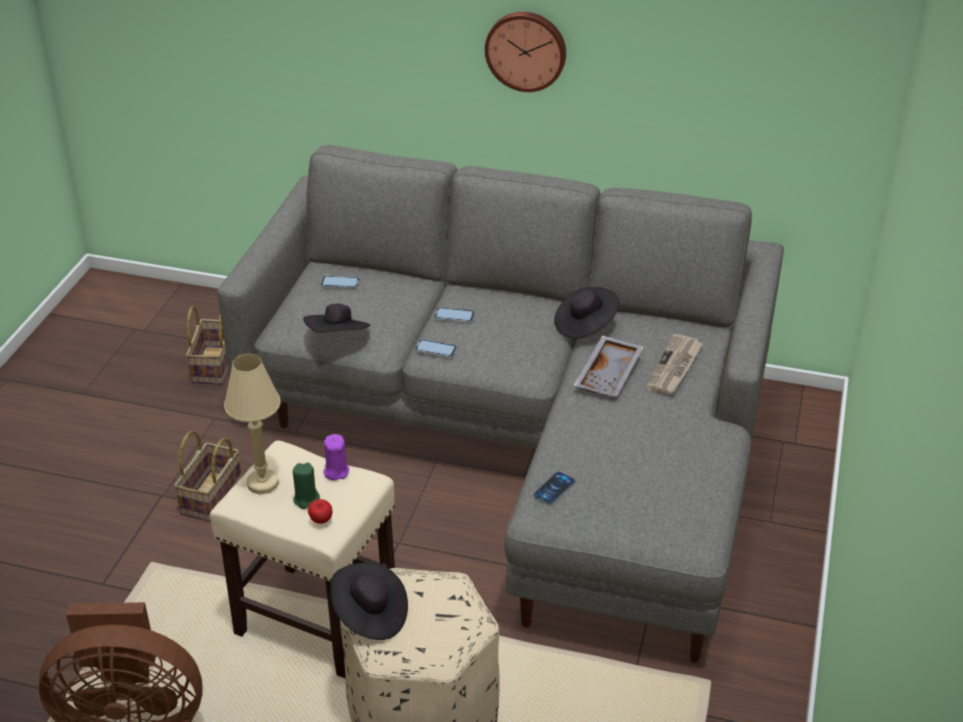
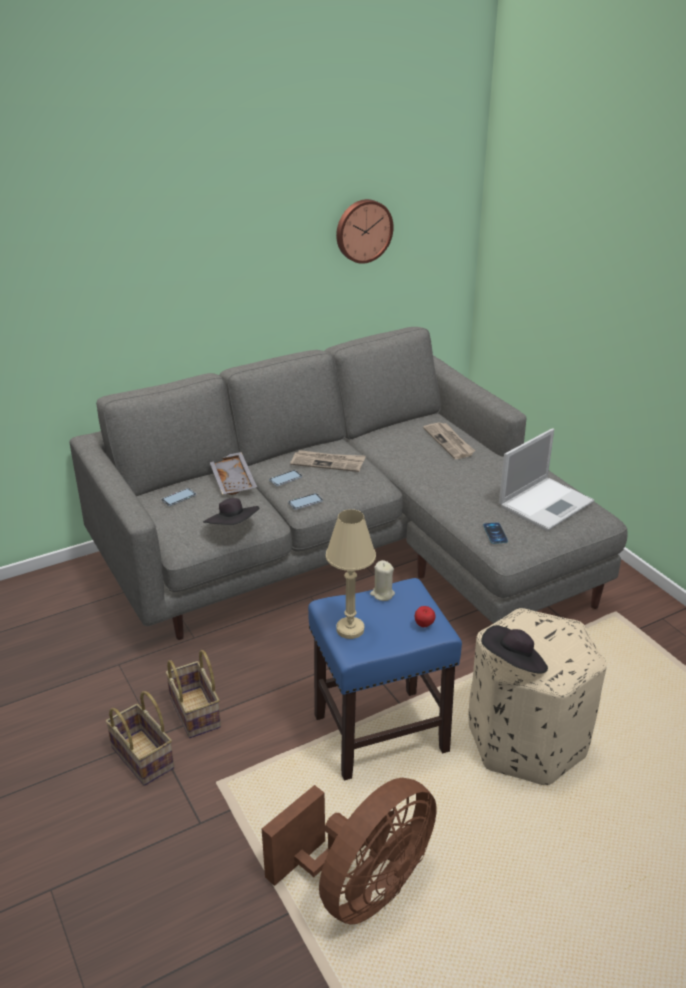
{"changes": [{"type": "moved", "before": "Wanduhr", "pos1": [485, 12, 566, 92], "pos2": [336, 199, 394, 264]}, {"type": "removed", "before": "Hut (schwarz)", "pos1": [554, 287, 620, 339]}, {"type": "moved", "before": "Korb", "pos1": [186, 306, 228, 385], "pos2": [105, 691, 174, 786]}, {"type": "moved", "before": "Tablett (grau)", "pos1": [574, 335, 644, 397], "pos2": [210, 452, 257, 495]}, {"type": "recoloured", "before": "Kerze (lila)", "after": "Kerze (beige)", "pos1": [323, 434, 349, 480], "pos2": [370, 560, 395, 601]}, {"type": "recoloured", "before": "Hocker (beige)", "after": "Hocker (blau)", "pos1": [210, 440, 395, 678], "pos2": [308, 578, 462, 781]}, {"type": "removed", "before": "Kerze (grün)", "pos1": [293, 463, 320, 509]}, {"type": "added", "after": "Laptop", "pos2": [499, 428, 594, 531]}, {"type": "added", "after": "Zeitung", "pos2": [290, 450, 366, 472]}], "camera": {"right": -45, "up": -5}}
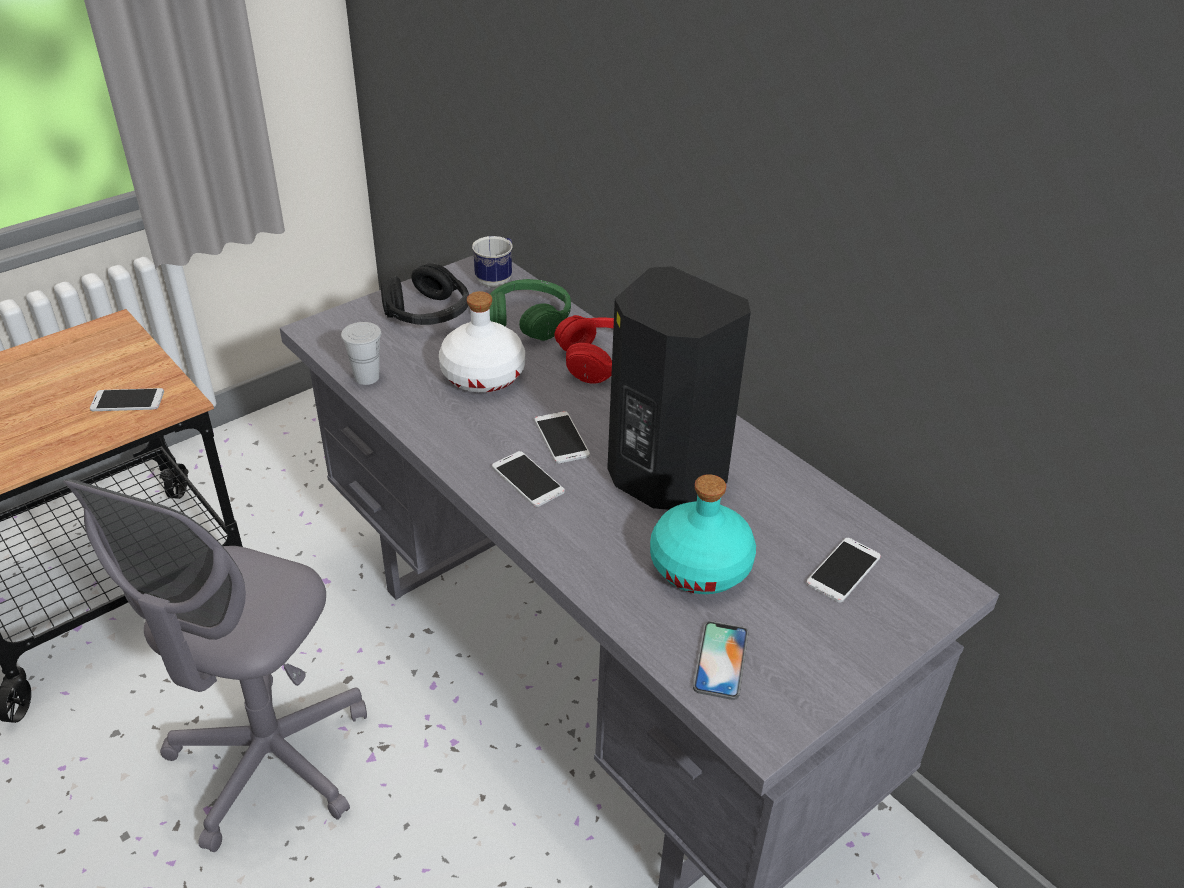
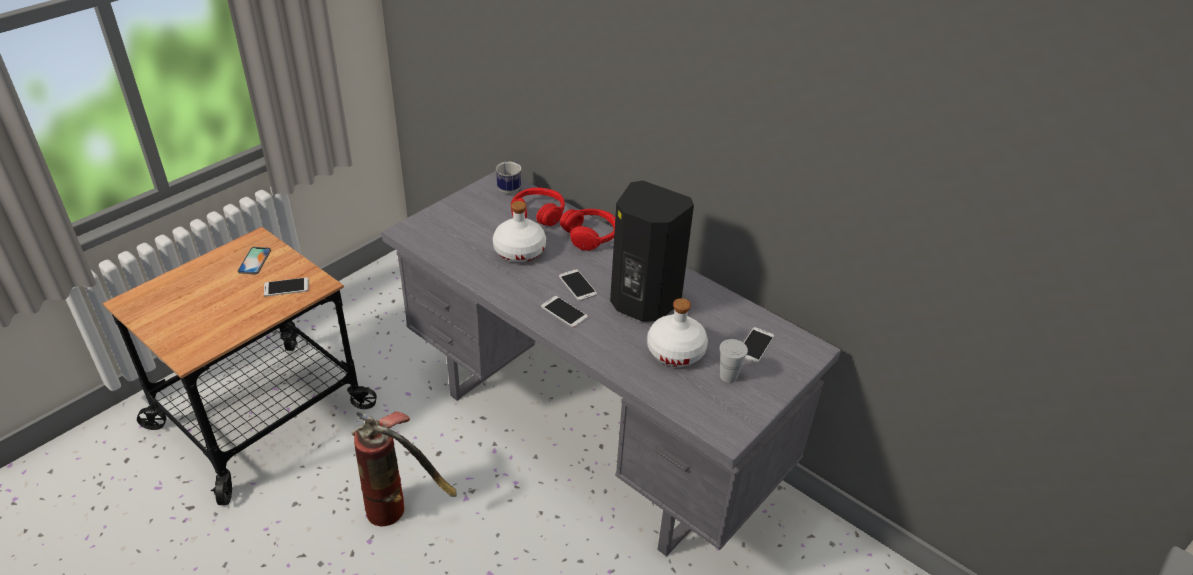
{"changes": [{"type": "removed", "before": "Kopfhörer (schwarz)", "pos1": [381, 263, 469, 325]}, {"type": "recoloured", "before": "Kopfhörer (grün)", "after": "Kopfhörer (rot)", "pos1": [490, 279, 571, 341], "pos2": [511, 188, 565, 226]}, {"type": "moved", "before": "Tasse (weiß)", "pos1": [341, 322, 381, 385], "pos2": [719, 339, 748, 383]}, {"type": "recoloured", "before": "Flasche (türkis)", "after": "Flasche (weiß)", "pos1": [650, 474, 756, 594], "pos2": [647, 298, 708, 367]}, {"type": "replaced", "before": "Bürostuhl (grau)", "after": "Feuerlöscher", "pos1": [63, 479, 367, 852], "pos2": [351, 411, 457, 527]}, {"type": "moved", "before": "Handy", "pos1": [693, 621, 749, 700], "pos2": [238, 247, 271, 274]}], "camera": {"right": -10, "up": 0}}
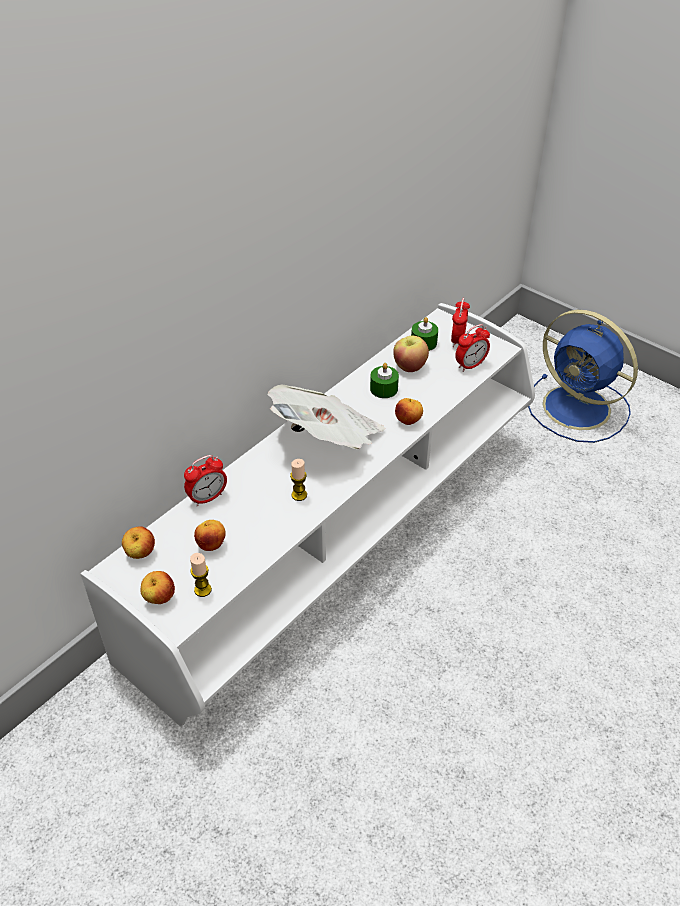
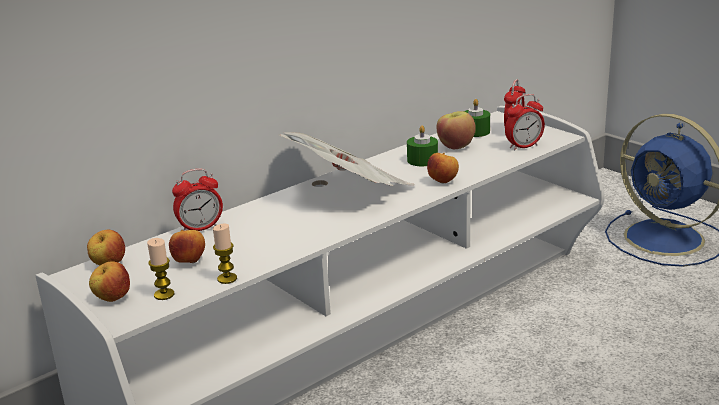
{"changes": [{"type": "moved", "before": "Kerze", "pos1": [290, 459, 307, 501], "pos2": [213, 224, 237, 284]}], "camera": {"right": 10, "up": -20}}
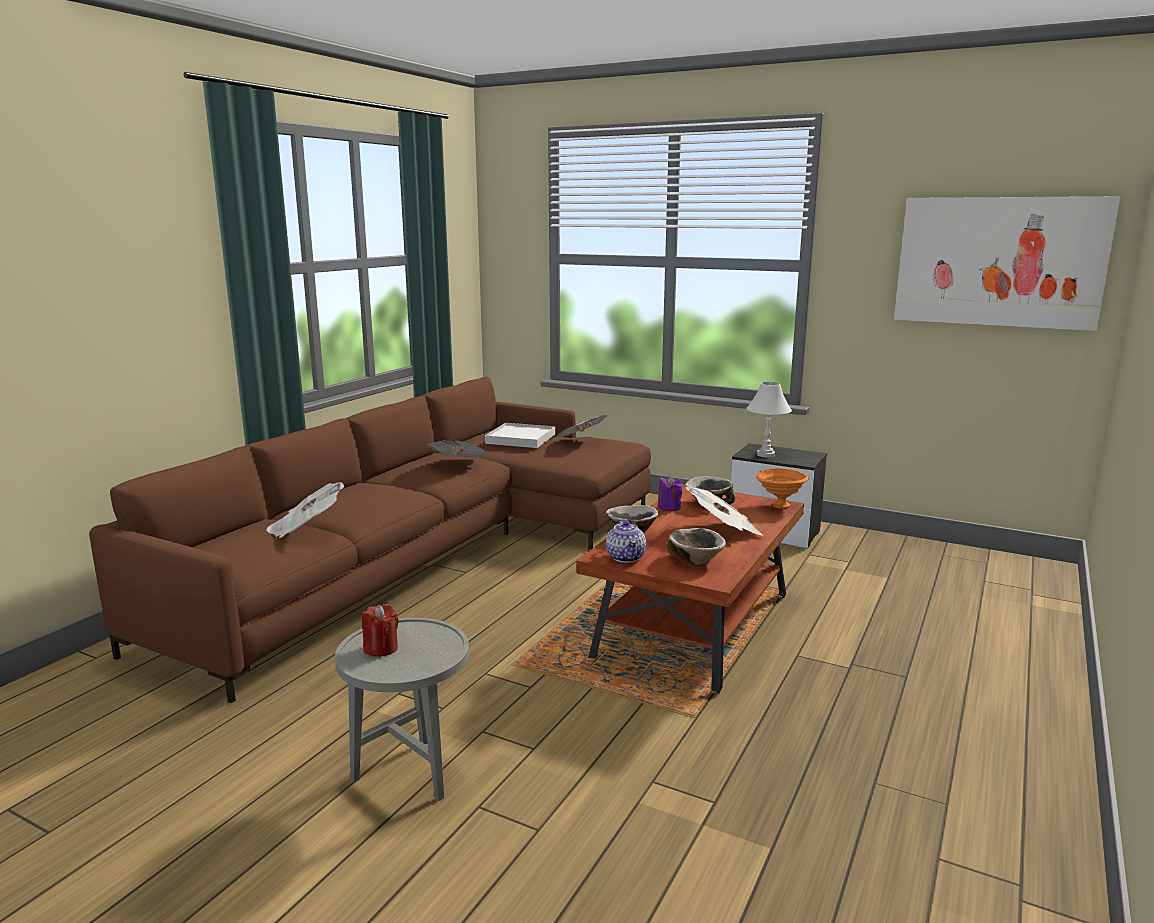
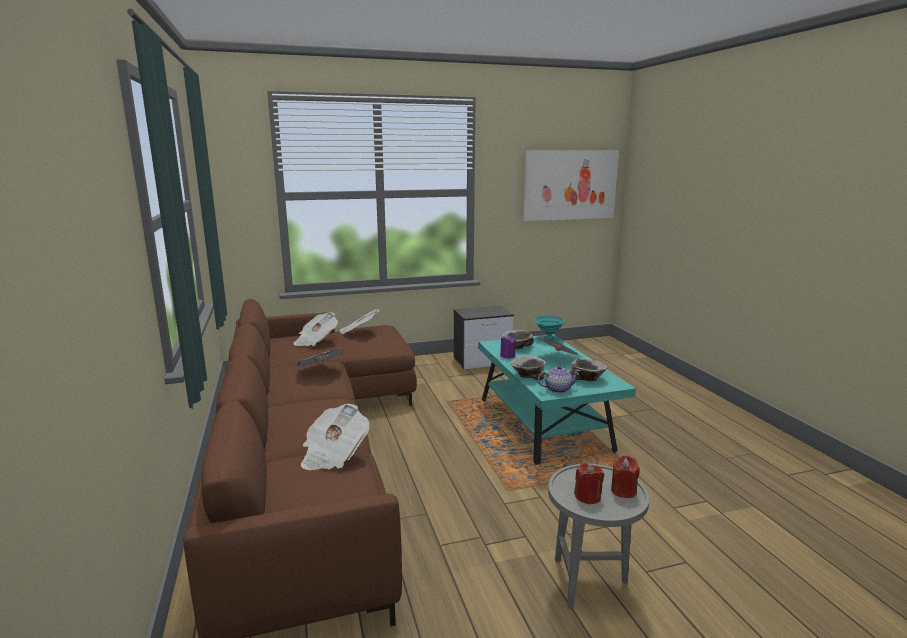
{"changes": [{"type": "removed", "before": "Tischlampe (weiß)", "pos1": [746, 382, 792, 458]}, {"type": "replaced", "before": "Tablett (weiß)", "after": "Zeitung", "pos1": [485, 423, 555, 448], "pos2": [293, 312, 338, 346]}, {"type": "recoloured", "before": "Schüssel (orange)", "after": "Schüssel (türkis)", "pos1": [756, 468, 809, 509], "pos2": [535, 316, 565, 340]}, {"type": "recoloured", "before": "Couchtisch (braun)", "after": "Couchtisch (türkis)", "pos1": [577, 484, 804, 694], "pos2": [478, 334, 636, 465]}, {"type": "turned", "before": "Teekanne", "pos1": [606, 519, 646, 563], "pos2": [538, 365, 580, 393], "turn": -45}, {"type": "added", "after": "Kerze (rot)", "pos2": [611, 456, 640, 498]}], "camera": {"right": -45, "up": 0}}
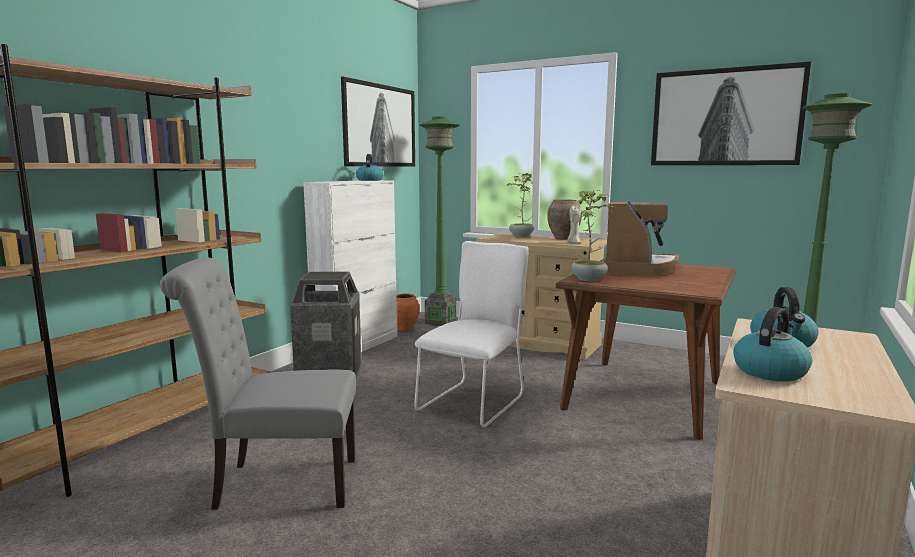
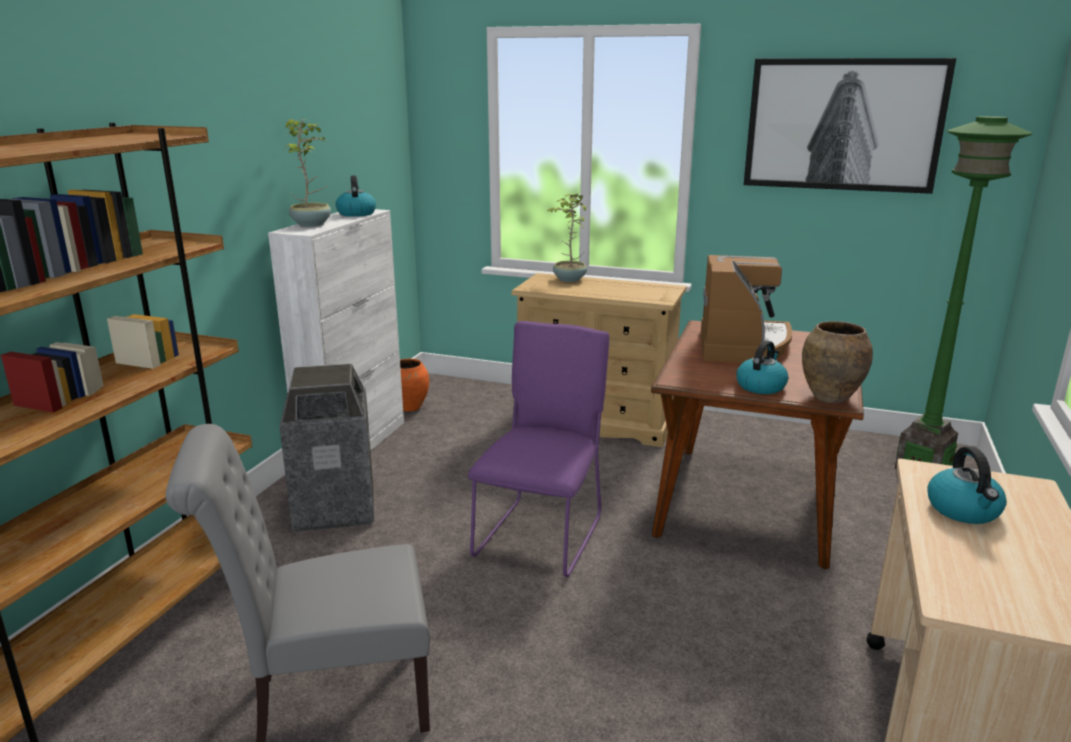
{"changes": [{"type": "removed", "before": "Bild", "pos1": [341, 77, 415, 166]}, {"type": "removed", "before": "Stehlampe (grün)", "pos1": [420, 116, 460, 326]}, {"type": "moved", "before": "Topfpflanze", "pos1": [571, 190, 617, 281], "pos2": [284, 119, 331, 227]}, {"type": "moved", "before": "Vase (braun)", "pos1": [547, 200, 582, 240], "pos2": [802, 321, 873, 404]}, {"type": "removed", "before": "Kerze (beige)", "pos1": [567, 206, 581, 243]}, {"type": "recoloured", "before": "Stuhl (weiß)", "after": "Stuhl (lila)", "pos1": [414, 241, 529, 427], "pos2": [468, 321, 609, 577]}, {"type": "moved", "before": "Wasserkessel", "pos1": [733, 307, 812, 381], "pos2": [736, 340, 788, 394]}], "camera": {"right": -10, "up": 10}}
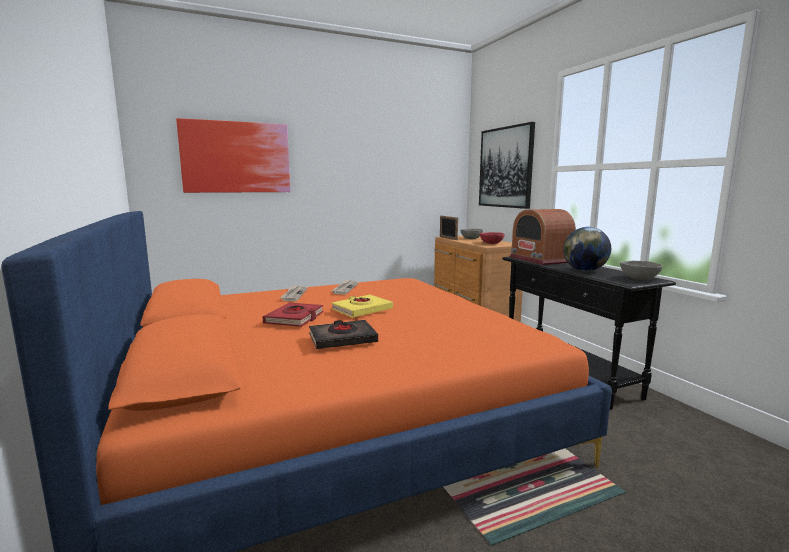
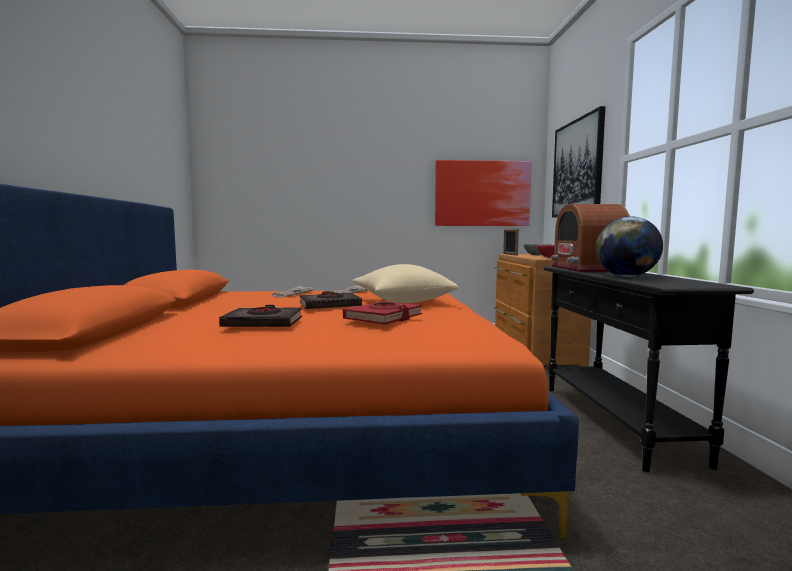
{"changes": [{"type": "moved", "before": "Bild", "pos1": [176, 118, 290, 193], "pos2": [435, 160, 532, 226]}, {"type": "removed", "before": "Schüssel (grau)", "pos1": [620, 260, 663, 280]}, {"type": "recoloured", "before": "Buch (gelb)", "after": "Buch (schwarz)", "pos1": [331, 295, 393, 318], "pos2": [300, 291, 362, 309]}, {"type": "moved", "before": "Buch (rot)", "pos1": [263, 303, 324, 327], "pos2": [343, 301, 423, 325]}, {"type": "added", "after": "Kissen (beige)", "pos2": [352, 264, 458, 303]}], "camera": {"right": 20, "up": -5}}
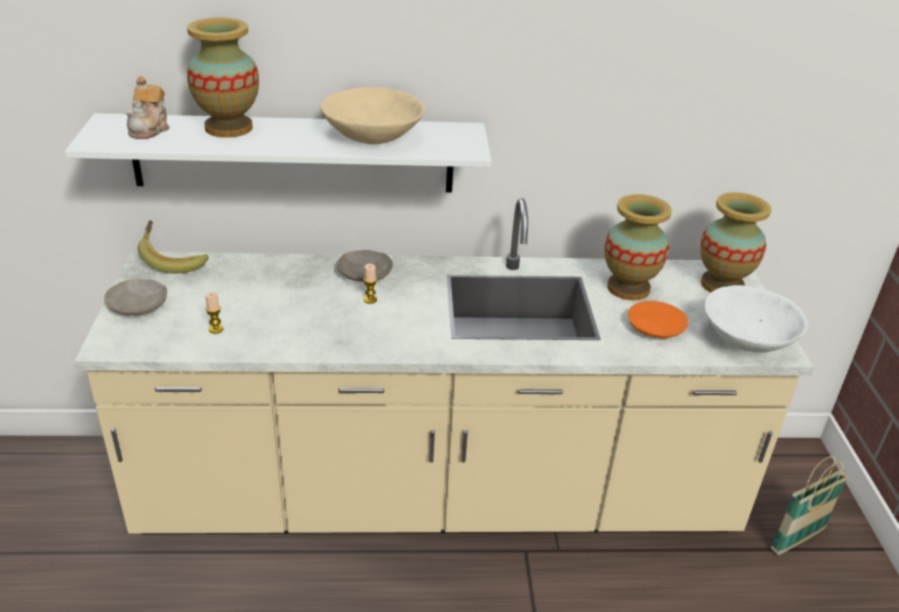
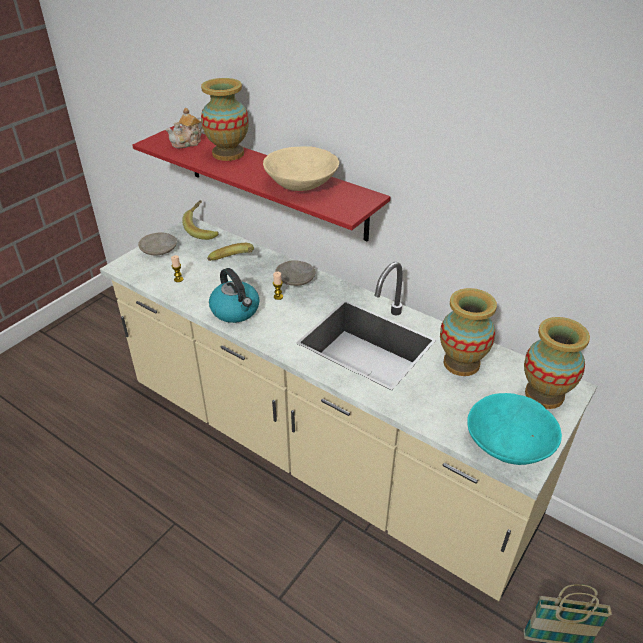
{"changes": [{"type": "recoloured", "before": "Wandregal (weiß)", "after": "Wandregal (rot)", "pos1": [65, 113, 491, 193], "pos2": [132, 126, 390, 242]}, {"type": "recoloured", "before": "Schüssel (weiß)", "after": "Schüssel (türkis)", "pos1": [704, 285, 808, 353], "pos2": [467, 393, 562, 465]}, {"type": "removed", "before": "Teller (orange)", "pos1": [628, 301, 688, 338]}, {"type": "added", "after": "Banane", "pos2": [207, 243, 254, 261]}, {"type": "added", "after": "Wasserkessel", "pos2": [209, 268, 260, 323]}], "camera": {"right": 40, "up": 5}}
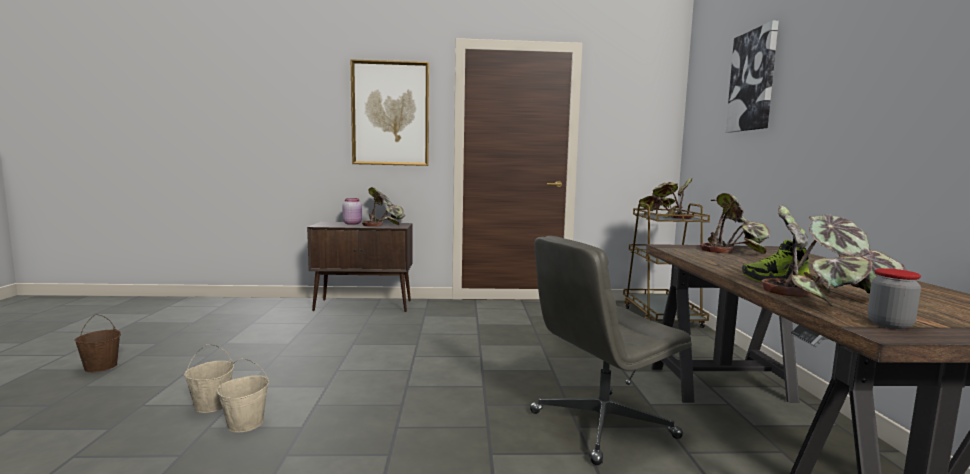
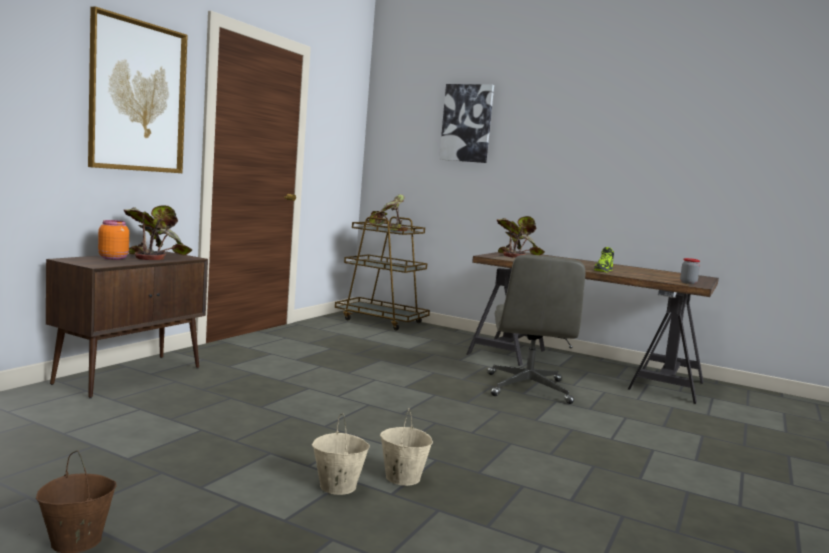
{"changes": [{"type": "recoloured", "before": "Vorratsglas (rosa)", "after": "Vorratsglas (orange)", "pos1": [342, 198, 362, 225], "pos2": [98, 220, 129, 260]}, {"type": "removed", "before": "Topfpflanze", "pos1": [761, 205, 907, 306]}], "camera": {"right": -60, "up": 0}}
